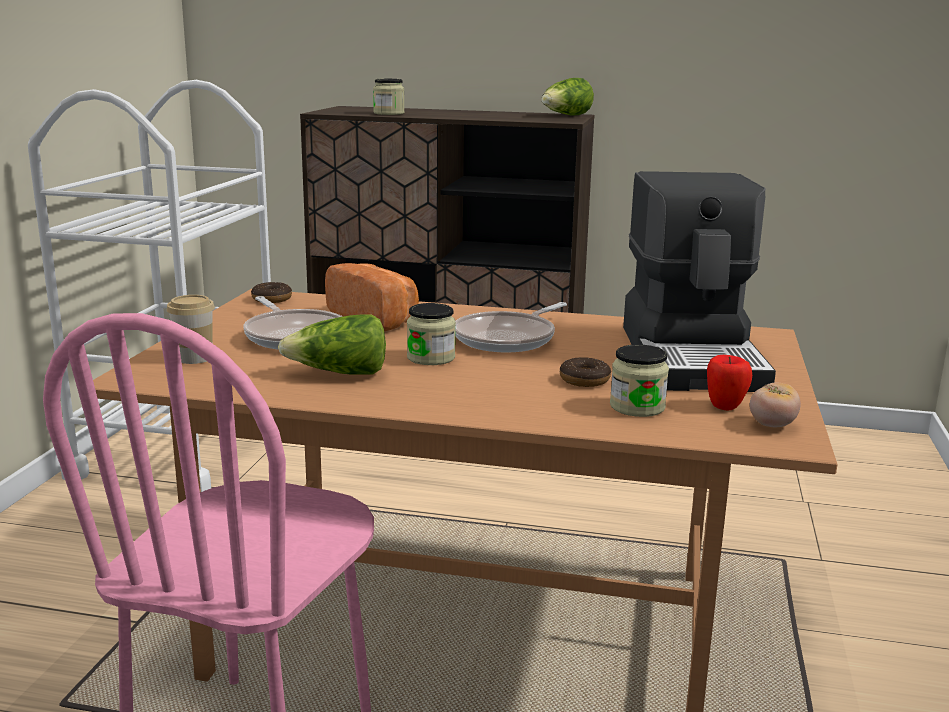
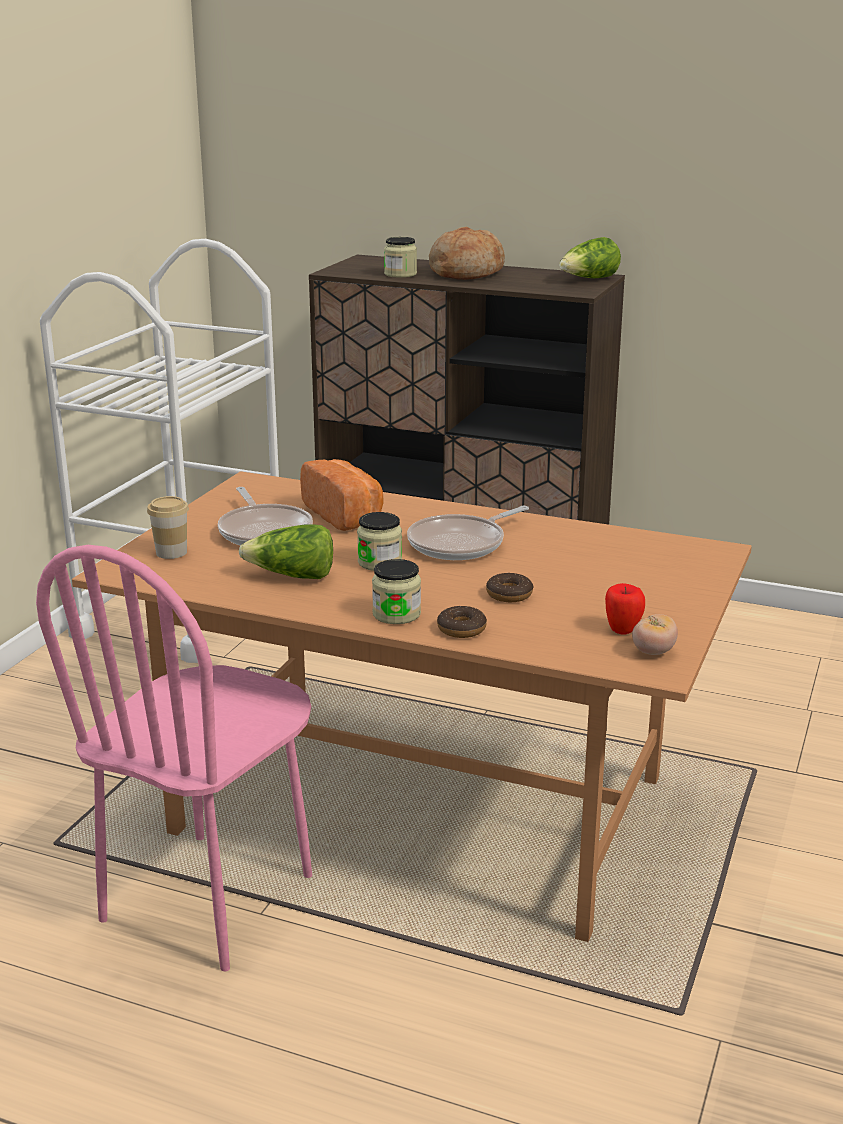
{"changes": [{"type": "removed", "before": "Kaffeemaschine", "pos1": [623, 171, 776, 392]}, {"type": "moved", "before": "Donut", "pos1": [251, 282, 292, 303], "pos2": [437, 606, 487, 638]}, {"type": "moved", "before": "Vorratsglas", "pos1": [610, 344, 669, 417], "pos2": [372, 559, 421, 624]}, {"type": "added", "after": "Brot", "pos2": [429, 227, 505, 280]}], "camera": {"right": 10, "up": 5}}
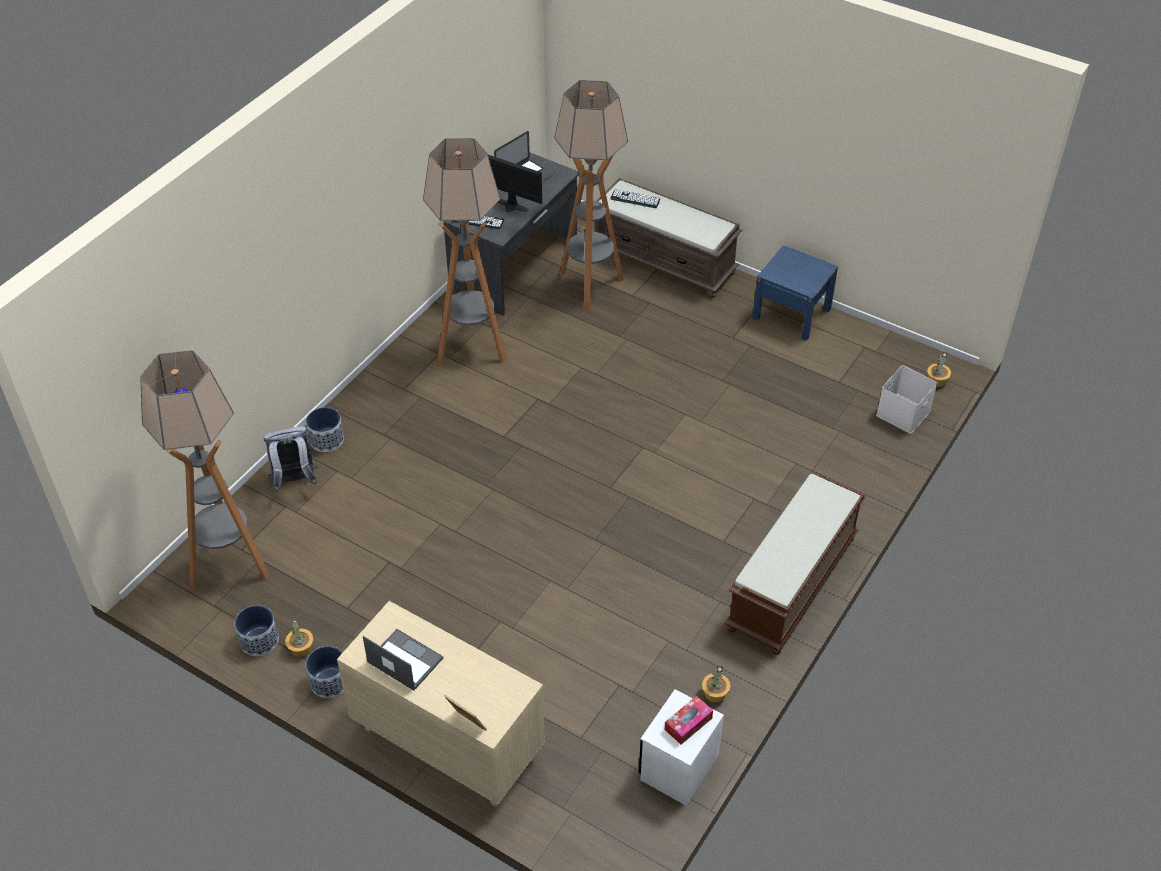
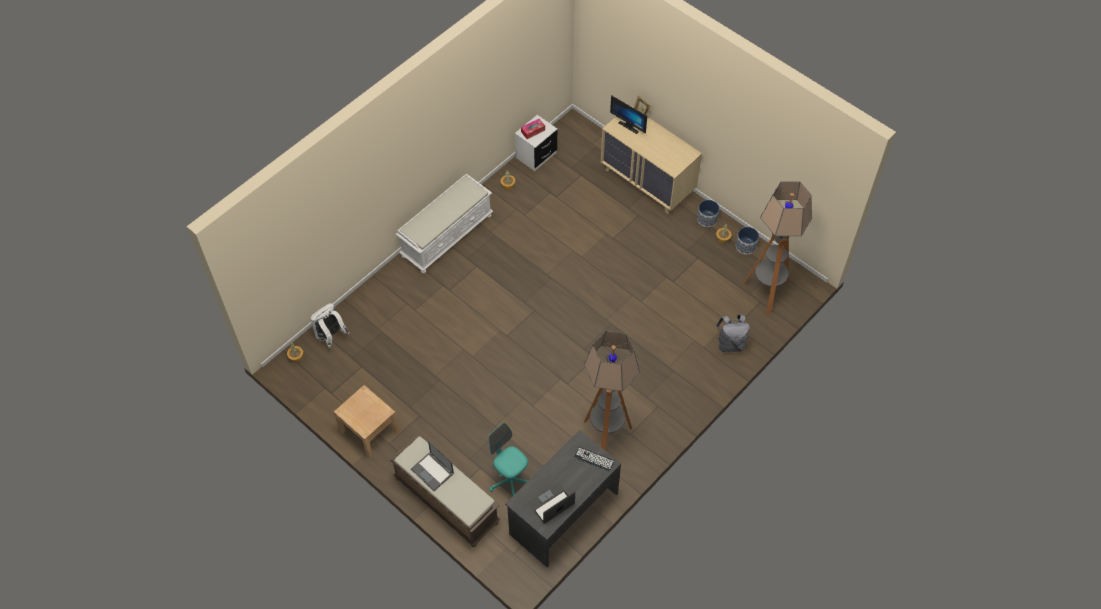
{"changes": [{"type": "replaced", "before": "Stehlampe", "after": "Bürostuhl (türkis)", "pos1": [554, 80, 628, 312], "pos2": [488, 423, 528, 496]}, {"type": "moved", "before": "Monitor", "pos1": [488, 155, 542, 212], "pos2": [610, 95, 647, 134]}, {"type": "removed", "before": "Tastatur", "pos1": [610, 189, 661, 208]}, {"type": "recoloured", "before": "Nachttisch (blau)", "after": "Nachttisch (beige)", "pos1": [752, 245, 838, 341], "pos2": [334, 385, 399, 458]}, {"type": "replaced", "before": "Aufbewahrungsbox (weiß)", "after": "Rucksack (weiß)", "pos1": [876, 365, 938, 434], "pos2": [310, 303, 350, 348]}, {"type": "removed", "before": "Pflanzkübel", "pos1": [306, 407, 344, 452]}, {"type": "recoloured", "before": "Bank (braun)", "after": "Bank (weiß)", "pos1": [725, 472, 866, 655], "pos2": [396, 174, 493, 273]}, {"type": "moved", "before": "Laptop", "pos1": [363, 629, 444, 691], "pos2": [411, 441, 454, 491]}], "camera": {"right": -170, "up": 10}}
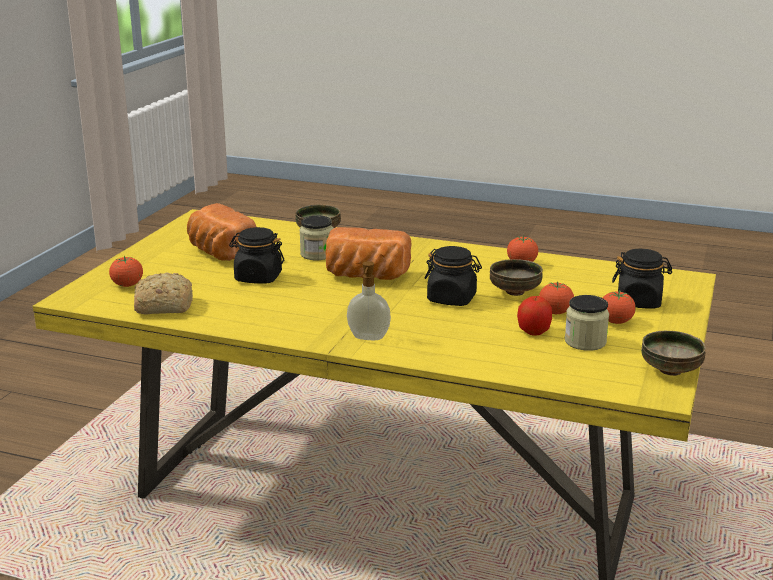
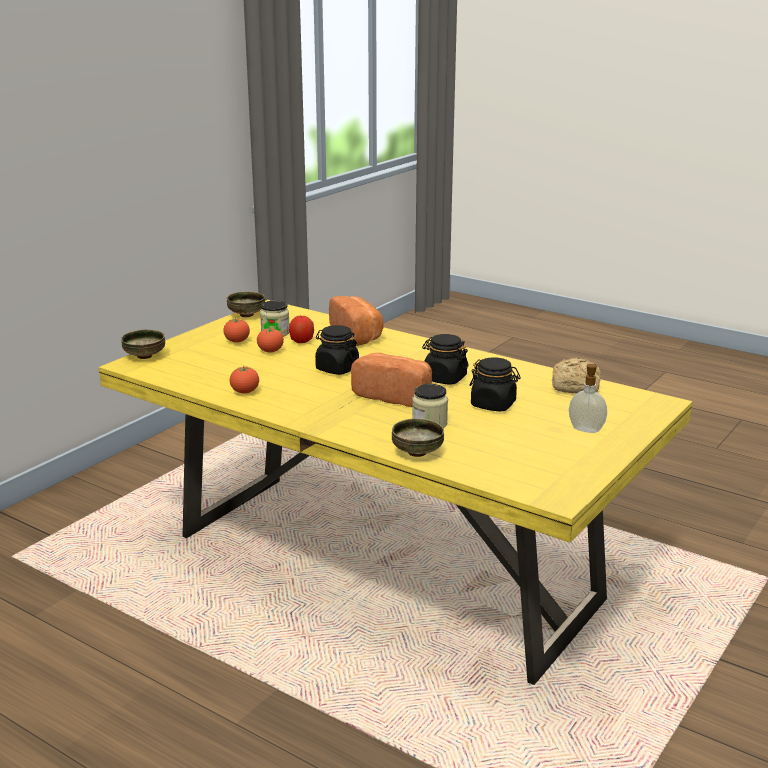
{"changes": [{"type": "moved", "before": "Brot", "pos1": [187, 203, 257, 261], "pos2": [329, 296, 384, 346]}, {"type": "moved", "before": "Vorratsglas (schwarz)", "pos1": [612, 249, 672, 309], "pos2": [422, 334, 469, 385]}, {"type": "removed", "before": "Tomate", "pos1": [109, 256, 143, 287]}, {"type": "moved", "before": "Schüssel", "pos1": [490, 259, 543, 296], "pos2": [121, 330, 165, 359]}, {"type": "moved", "before": "Seifenspender", "pos1": [347, 261, 391, 340], "pos2": [569, 364, 607, 433]}], "camera": {"right": -165, "up": 0}}
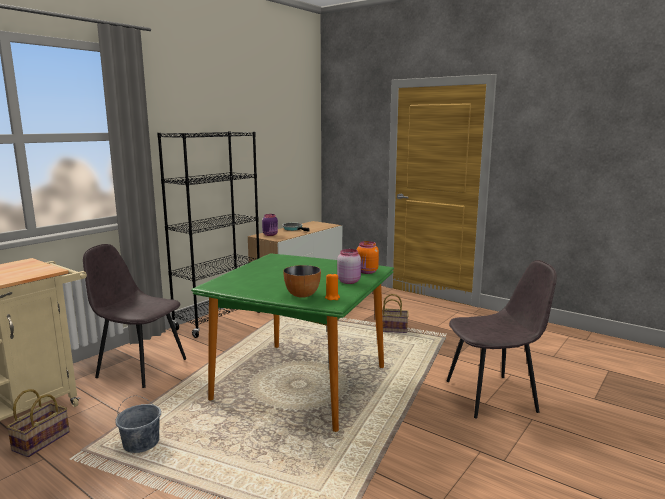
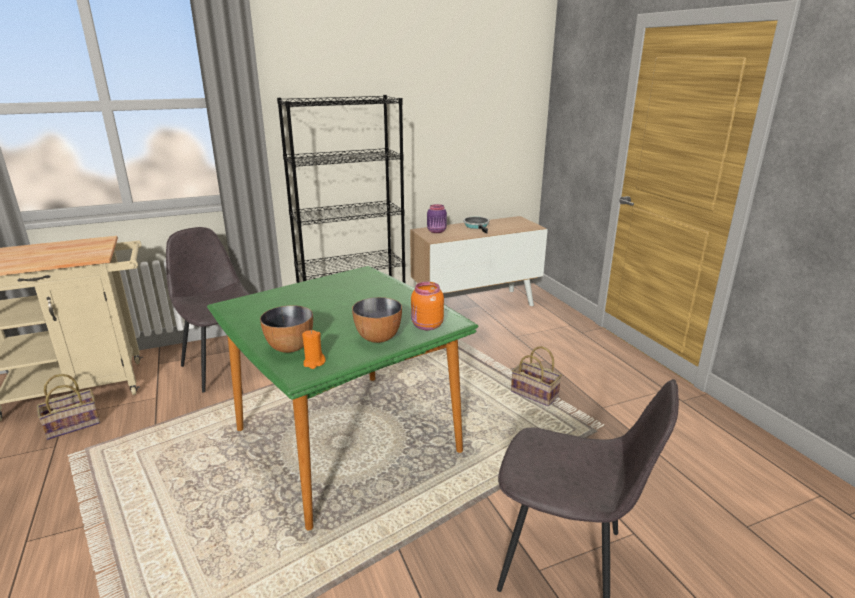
{"changes": [{"type": "replaced", "before": "Vorratsglas (rosa)", "after": "Schüssel", "pos1": [337, 249, 361, 284], "pos2": [352, 297, 402, 343]}, {"type": "removed", "before": "Eimer (grau)", "pos1": [115, 395, 161, 453]}], "camera": {"right": 30, "up": 10}}
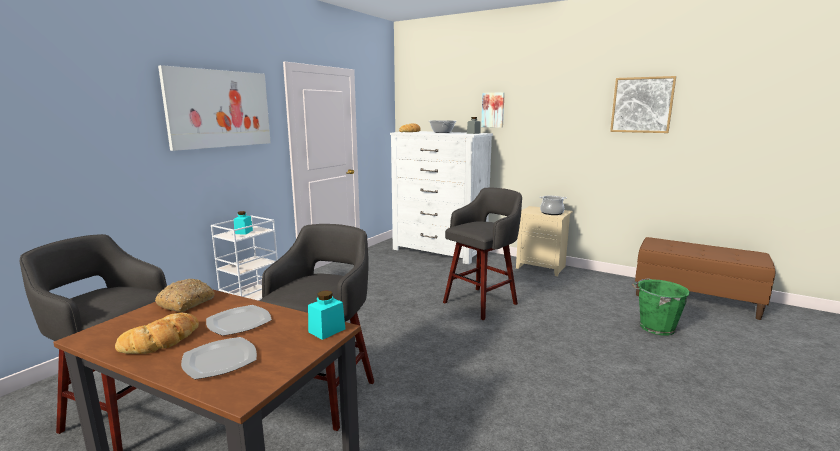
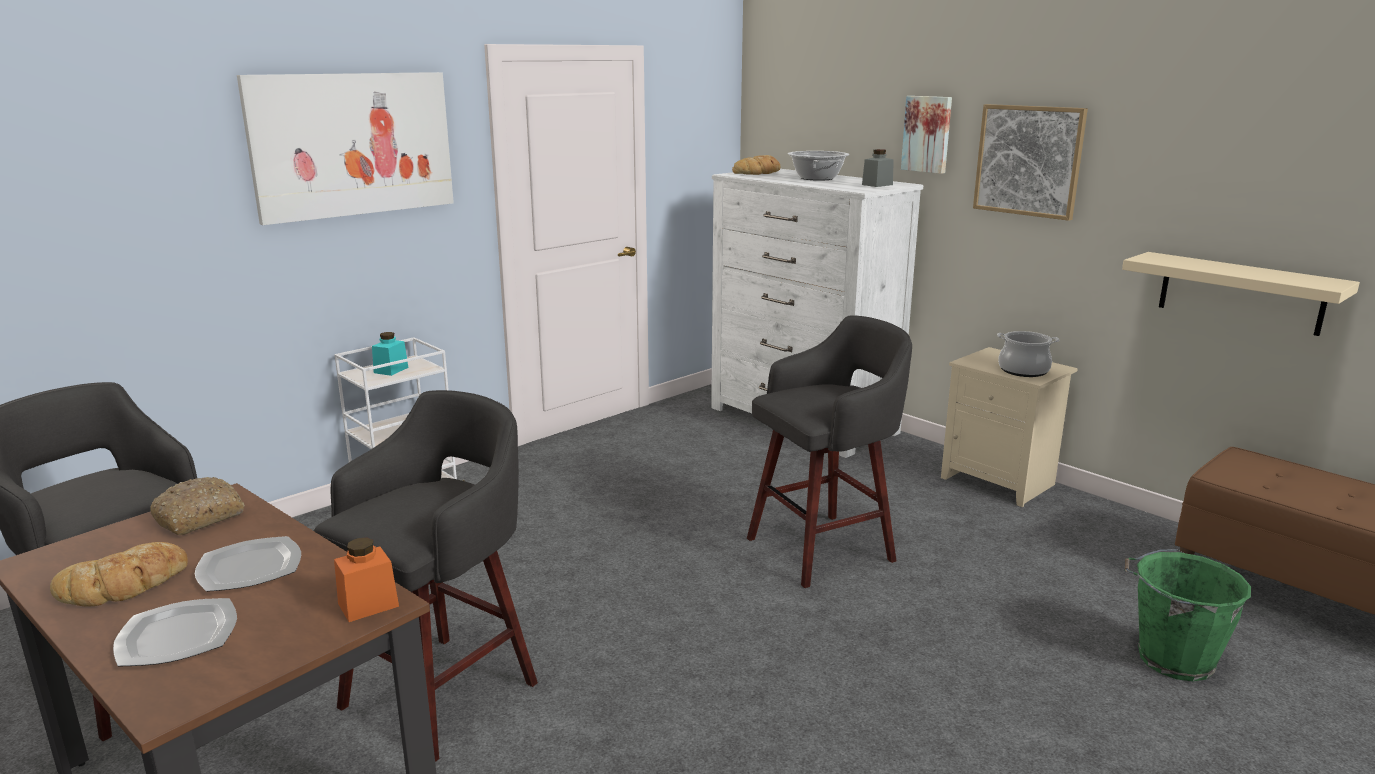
{"changes": [{"type": "moved", "before": "Bild", "pos1": [610, 76, 676, 133], "pos2": [973, 104, 1088, 221]}, {"type": "recoloured", "before": "Vorratsglas (türkis)", "after": "Vorratsglas (orange)", "pos1": [308, 290, 345, 340], "pos2": [334, 537, 399, 622]}, {"type": "added", "after": "Wandregal (beige)", "pos2": [1122, 252, 1360, 336]}], "camera": {"right": 15, "up": 5}}
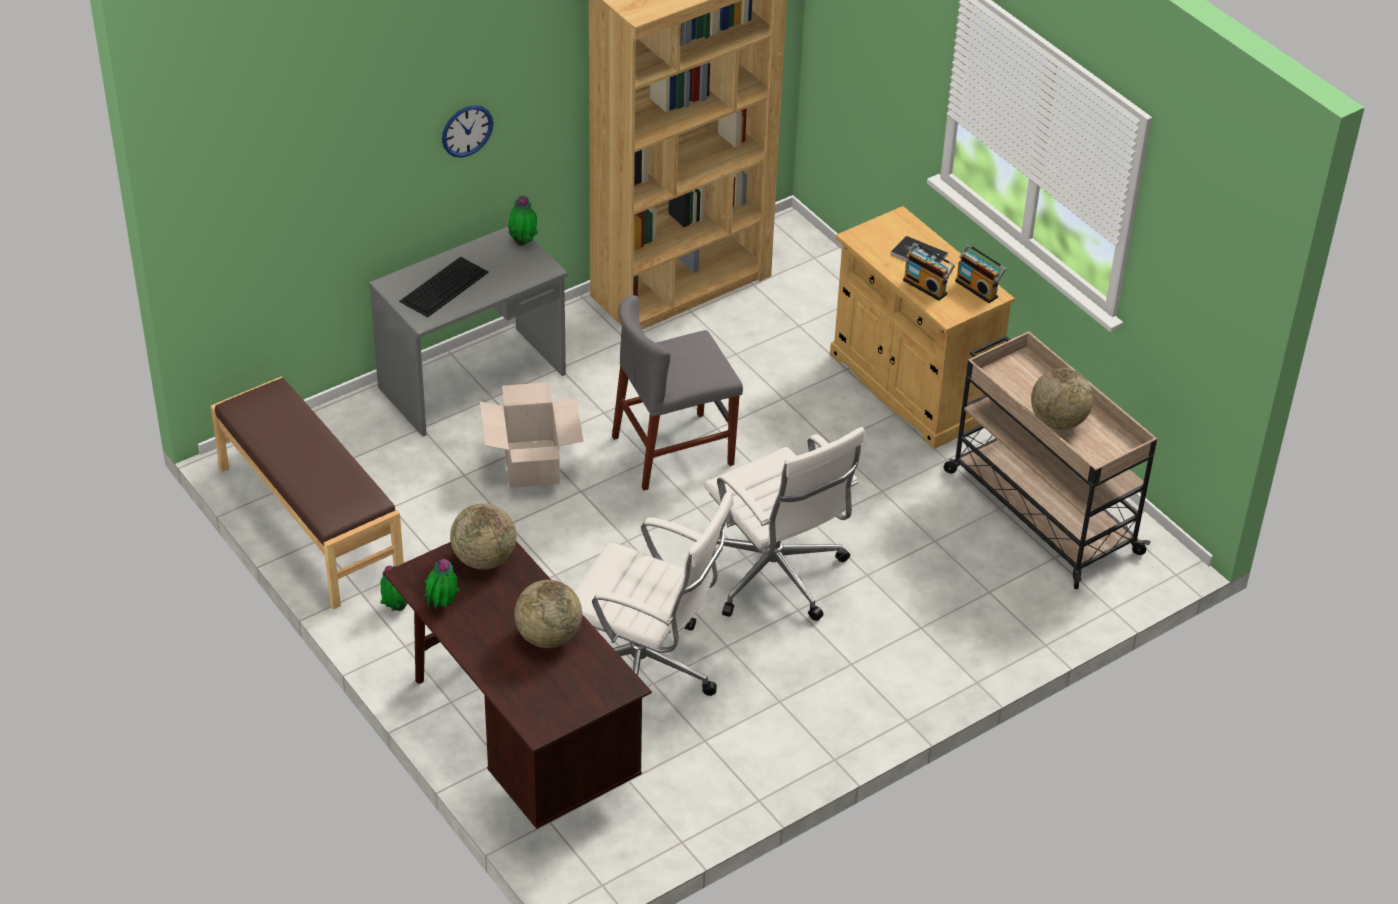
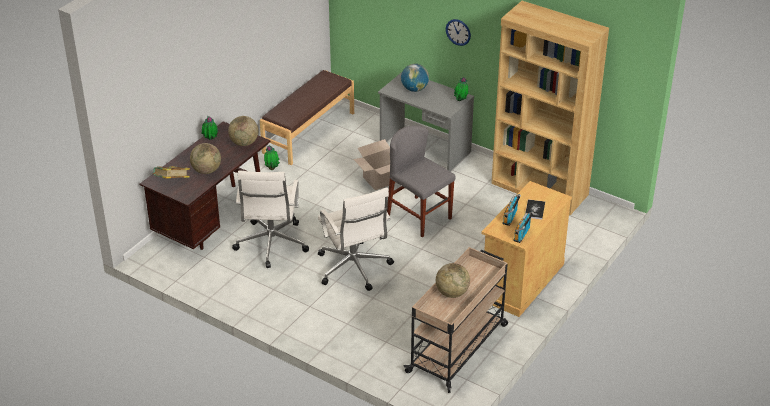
{"changes": [{"type": "replaced", "before": "Tastatur", "after": "Globus", "pos1": [399, 257, 489, 317], "pos2": [401, 63, 429, 92]}, {"type": "turned", "before": "Bürostuhl (weiß)", "pos1": [704, 427, 865, 621], "pos2": [318, 187, 394, 291], "turn": -60}, {"type": "added", "after": "Buch", "pos2": [153, 166, 190, 178]}], "camera": {"right": 70, "up": -5}}
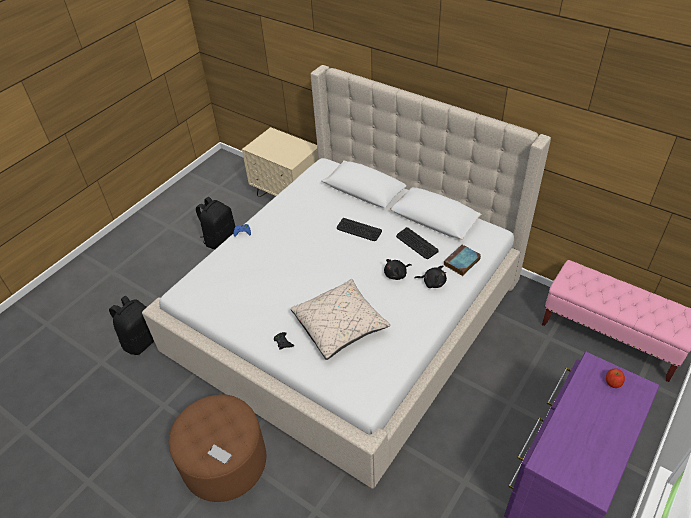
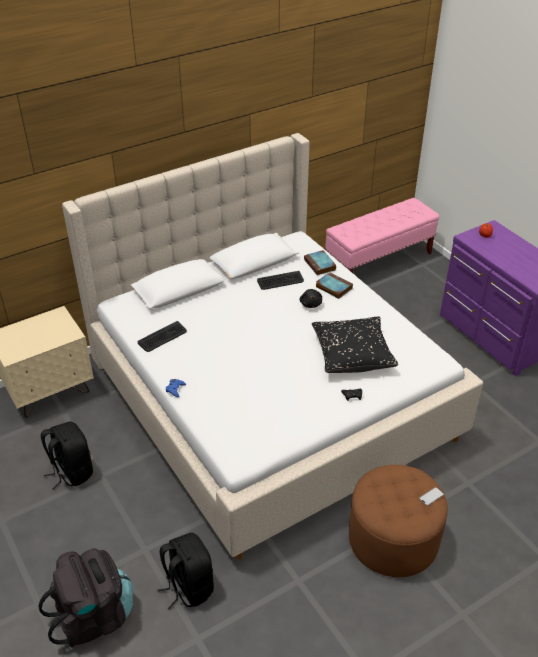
{"changes": [{"type": "moved", "before": "Tastatur", "pos1": [337, 218, 382, 241], "pos2": [138, 321, 187, 352]}, {"type": "replaced", "before": "Plüschtier (schwarz)", "after": "Buch", "pos1": [415, 265, 447, 288], "pos2": [316, 272, 353, 299]}, {"type": "recoloured", "before": "Kissen (beige)", "after": "Kissen (schwarz)", "pos1": [291, 279, 390, 360], "pos2": [312, 316, 398, 373]}, {"type": "added", "after": "Rucksack (schwarz)", "pos2": [38, 548, 133, 648]}], "camera": {"right": -70, "up": -5}}
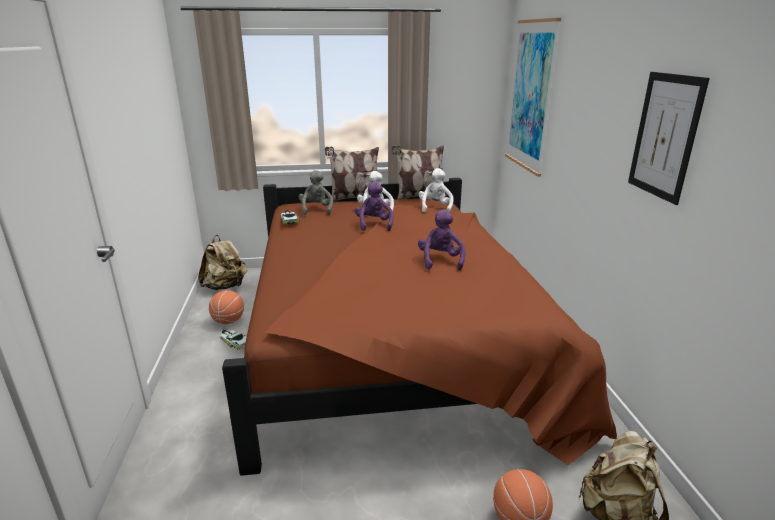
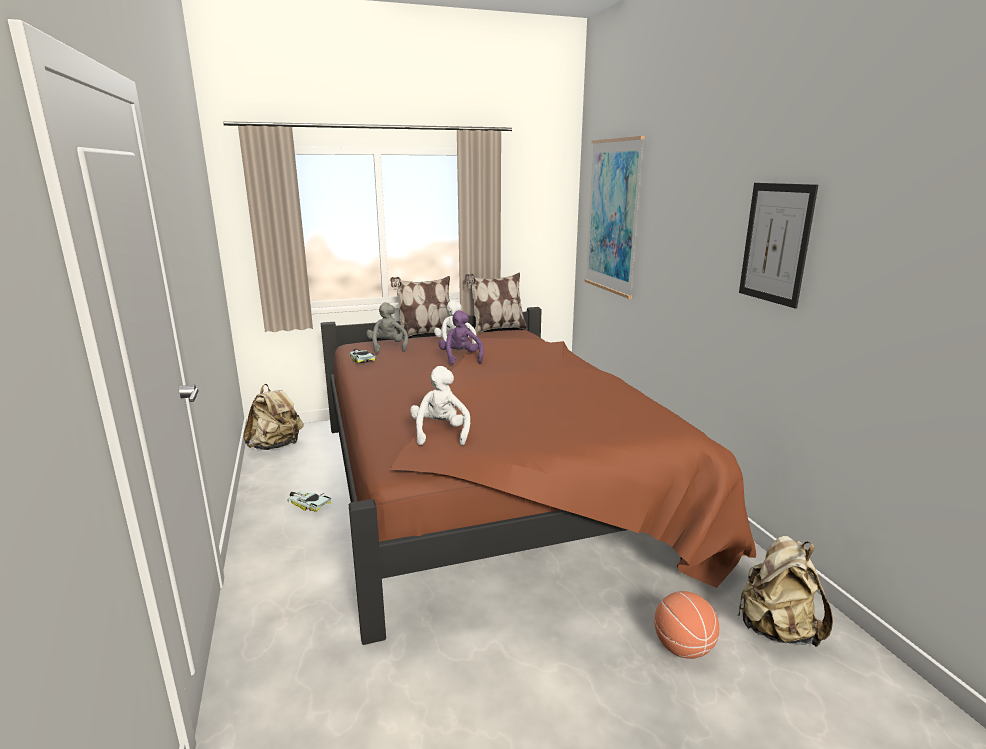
{"changes": [{"type": "moved", "before": "Plüschtier (weiß)", "pos1": [419, 168, 453, 213], "pos2": [410, 366, 470, 445]}, {"type": "removed", "before": "Plüschtier (lila)", "pos1": [418, 209, 466, 271]}, {"type": "removed", "before": "Basketball", "pos1": [209, 290, 244, 324]}], "camera": {"right": -10, "up": -5}}
